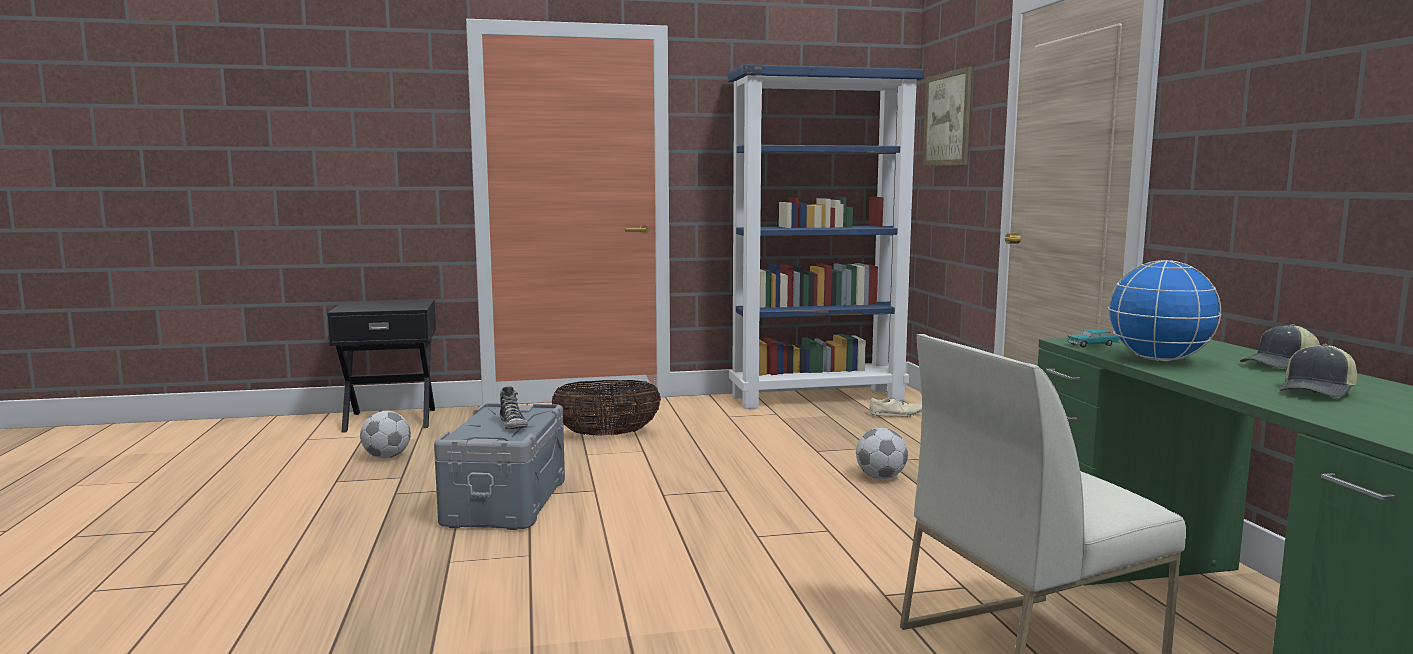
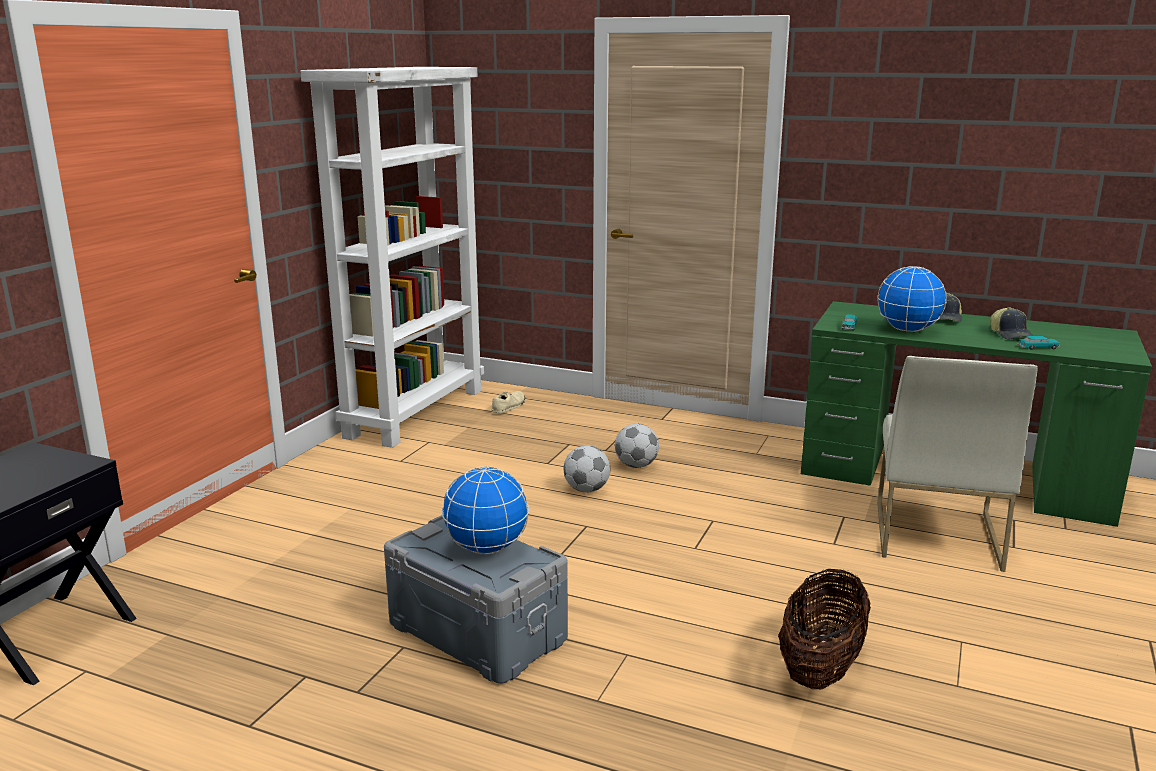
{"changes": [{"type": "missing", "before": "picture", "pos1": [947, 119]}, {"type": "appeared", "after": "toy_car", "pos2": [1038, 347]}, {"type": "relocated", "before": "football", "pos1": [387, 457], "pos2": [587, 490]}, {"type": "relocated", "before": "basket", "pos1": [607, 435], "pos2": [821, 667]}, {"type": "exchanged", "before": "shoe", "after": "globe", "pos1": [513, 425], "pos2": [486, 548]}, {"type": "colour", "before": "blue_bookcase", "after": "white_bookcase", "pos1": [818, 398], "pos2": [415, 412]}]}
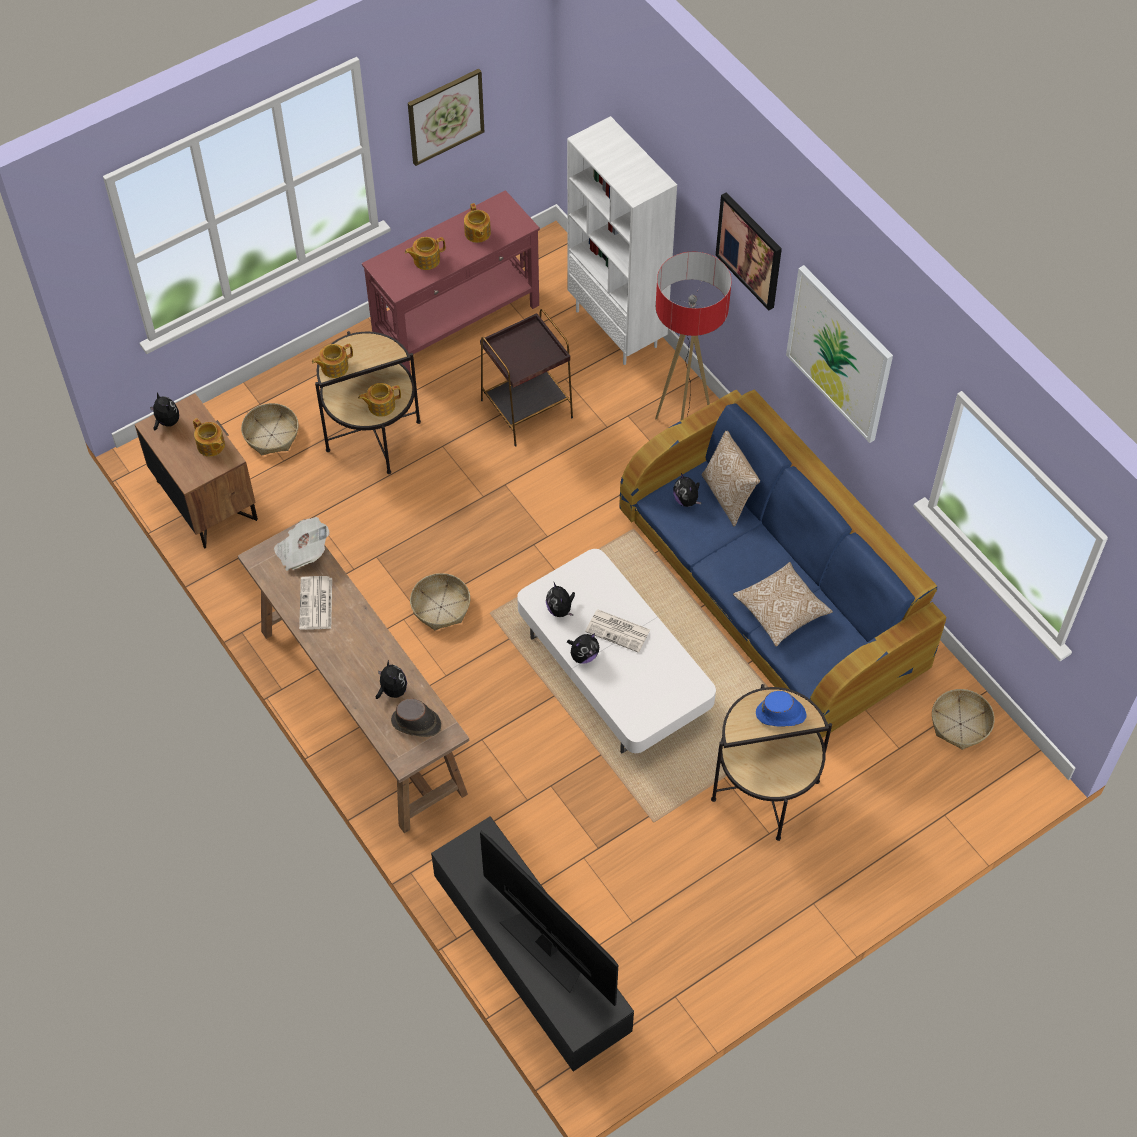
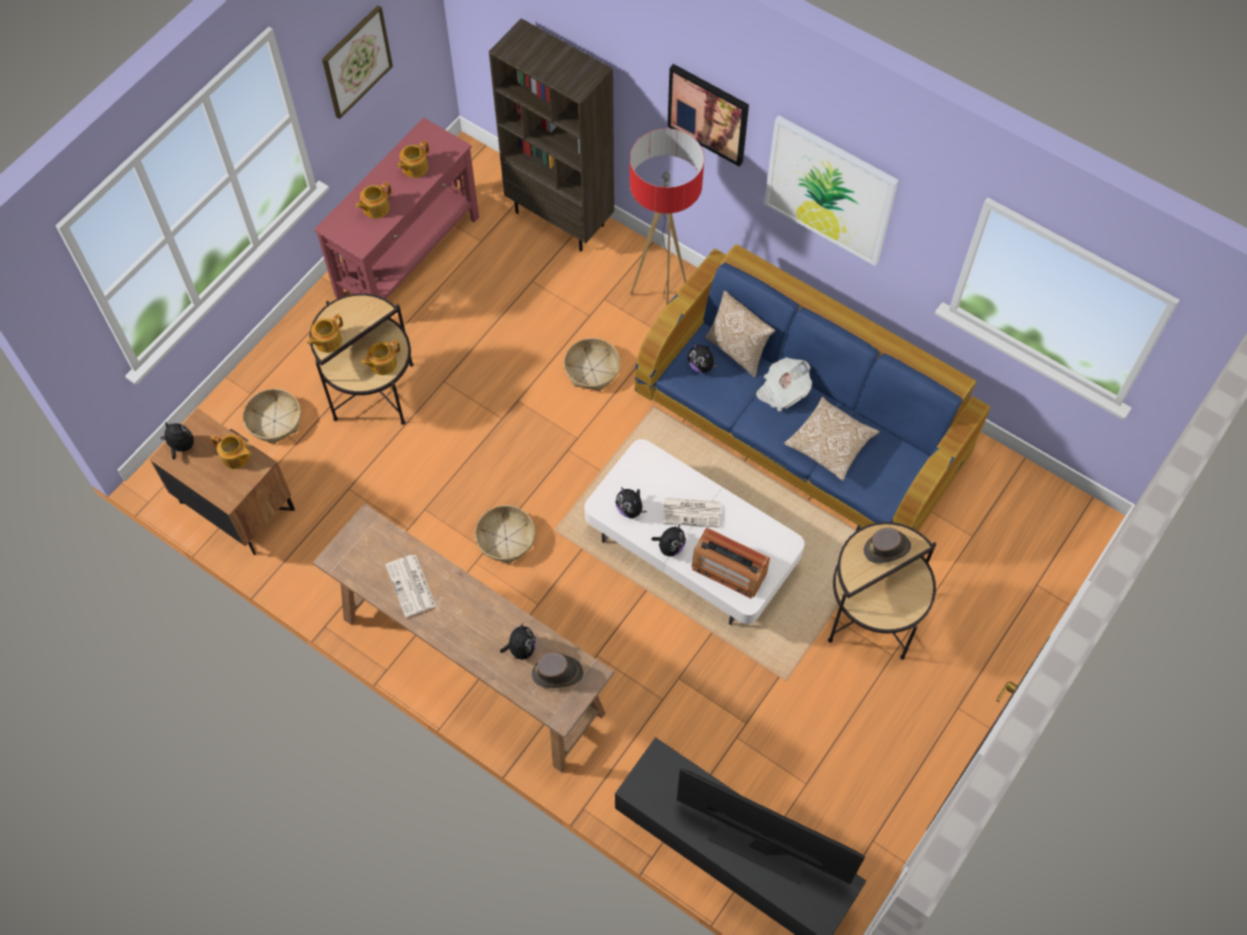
{"changes": [{"type": "missing", "before": "brown_side_table", "pos1": [525, 409]}, {"type": "appeared", "after": "radio", "pos2": [728, 570]}, {"type": "relocated", "before": "newspaper", "pos1": [302, 552], "pos2": [782, 390]}, {"type": "relocated", "before": "basket", "pos1": [960, 723], "pos2": [592, 369]}, {"type": "colour", "before": "white_bookcase", "after": "brown_bookcase", "pos1": [617, 328], "pos2": [561, 218]}, {"type": "colour", "before": "blue_hat", "after": "brown_hat", "pos1": [781, 714], "pos2": [887, 548]}, {"type": "spun", "before": "plush_toy", "pos1": [392, 690], "pos2": [521, 648], "turn": 45}, {"type": "spun", "before": "teapot", "pos1": [477, 233], "pos2": [414, 167], "turn": 75}]}
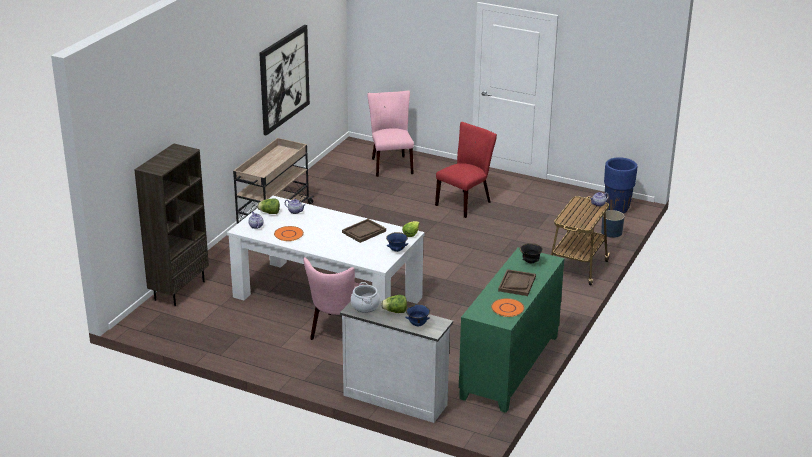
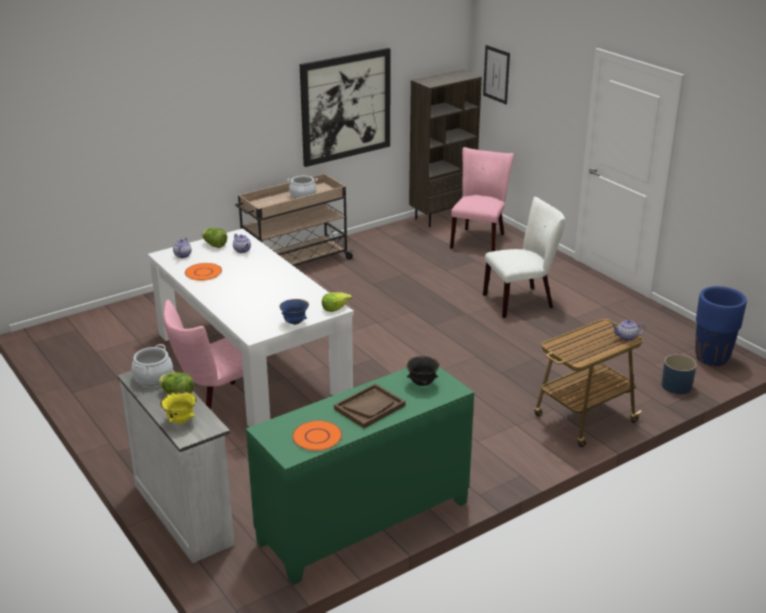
{"changes": [{"type": "missing", "before": "brown_tray", "pos1": [364, 232]}, {"type": "appeared", "after": "cooking_pot", "pos2": [303, 195]}, {"type": "appeared", "after": "picture", "pos2": [496, 74]}, {"type": "relocated", "before": "brown_bookcase", "pos1": [179, 290], "pos2": [442, 216]}, {"type": "colour", "before": "blue_bowl", "after": "yellow_bowl", "pos1": [417, 324], "pos2": [180, 420]}, {"type": "colour", "before": "red_chair", "after": "white_chair", "pos1": [466, 202], "pos2": [522, 301]}]}
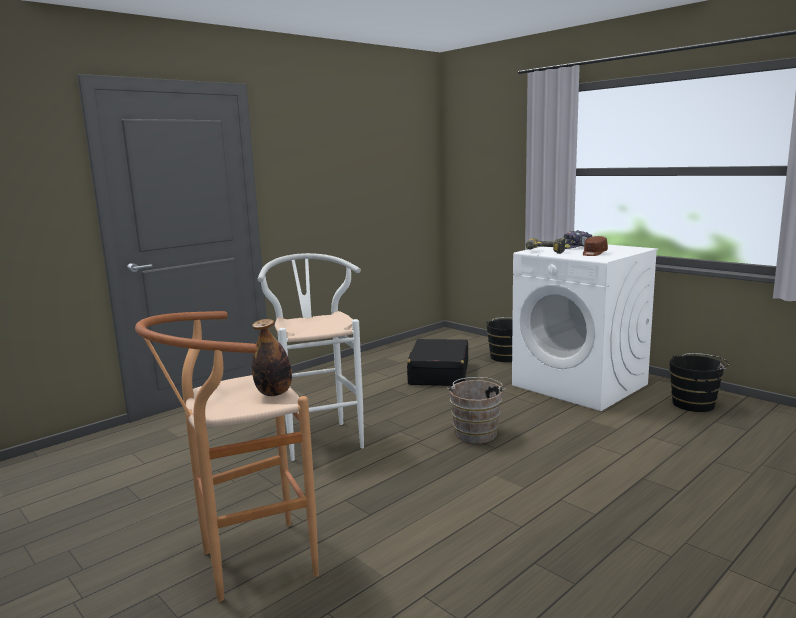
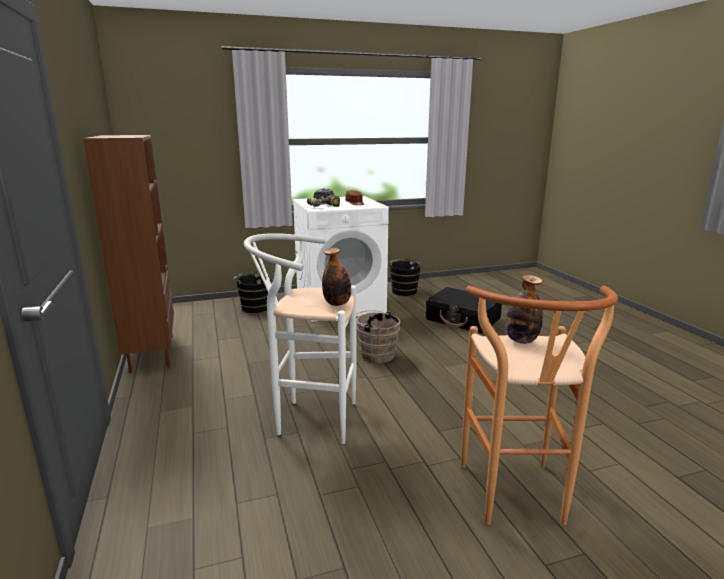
{"changes": [{"type": "appeared", "after": "brown_bookcase", "pos2": [151, 353]}, {"type": "appeared", "after": "bottle", "pos2": [337, 303]}, {"type": "relocated", "before": "black_suitcase", "pos1": [439, 373], "pos2": [463, 319]}]}
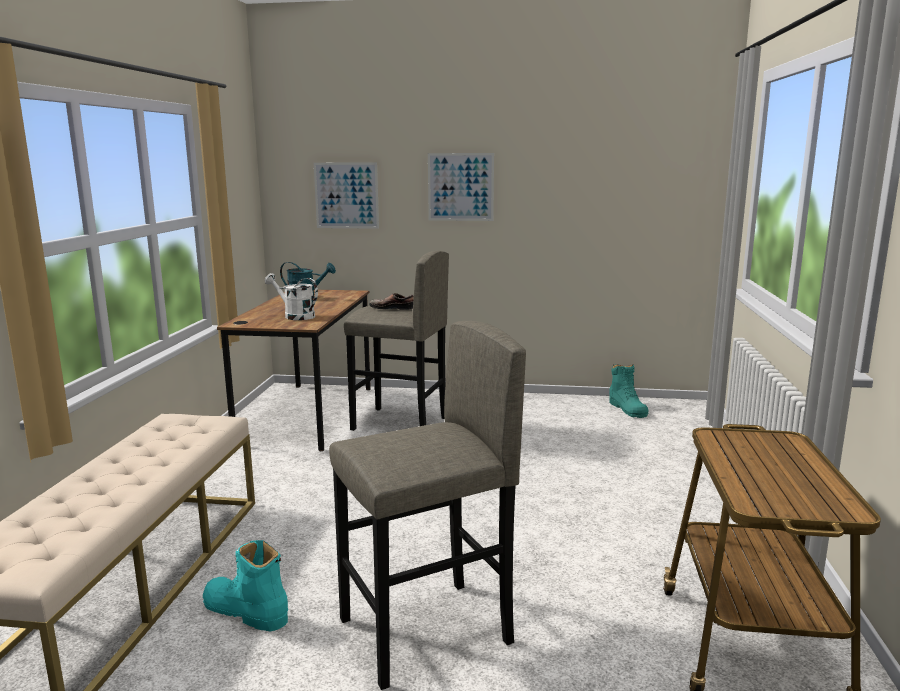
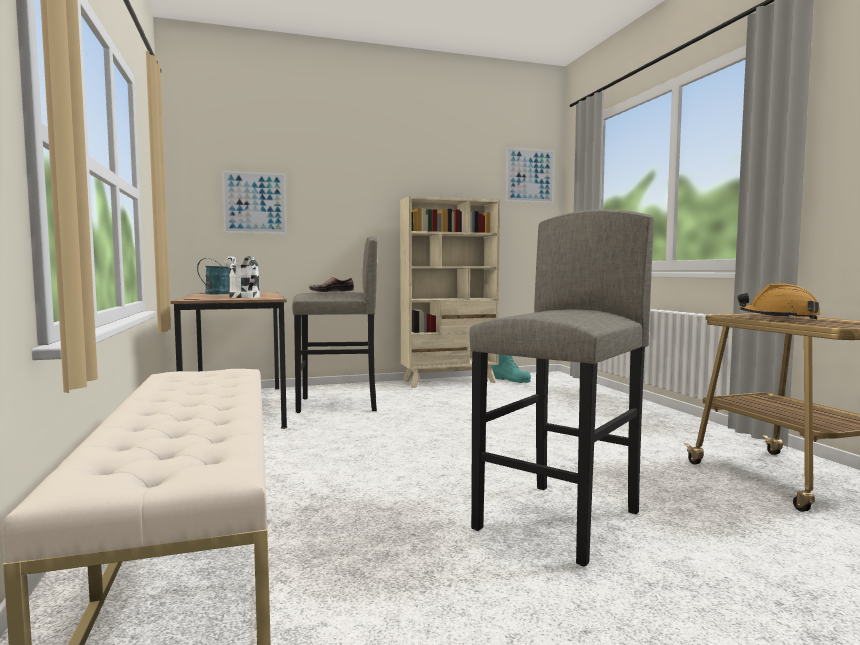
{"changes": [{"type": "missing", "before": "turquoise_boot", "pos1": [245, 611]}, {"type": "appeared", "after": "beige_bookcase", "pos2": [450, 382]}, {"type": "appeared", "after": "orange_hard_hat", "pos2": [779, 318]}, {"type": "relocated", "before": "picture", "pos1": [460, 187], "pos2": [530, 175]}, {"type": "spun", "before": "white_watering_can", "pos1": [295, 316], "pos2": [242, 297], "turn": 45}]}
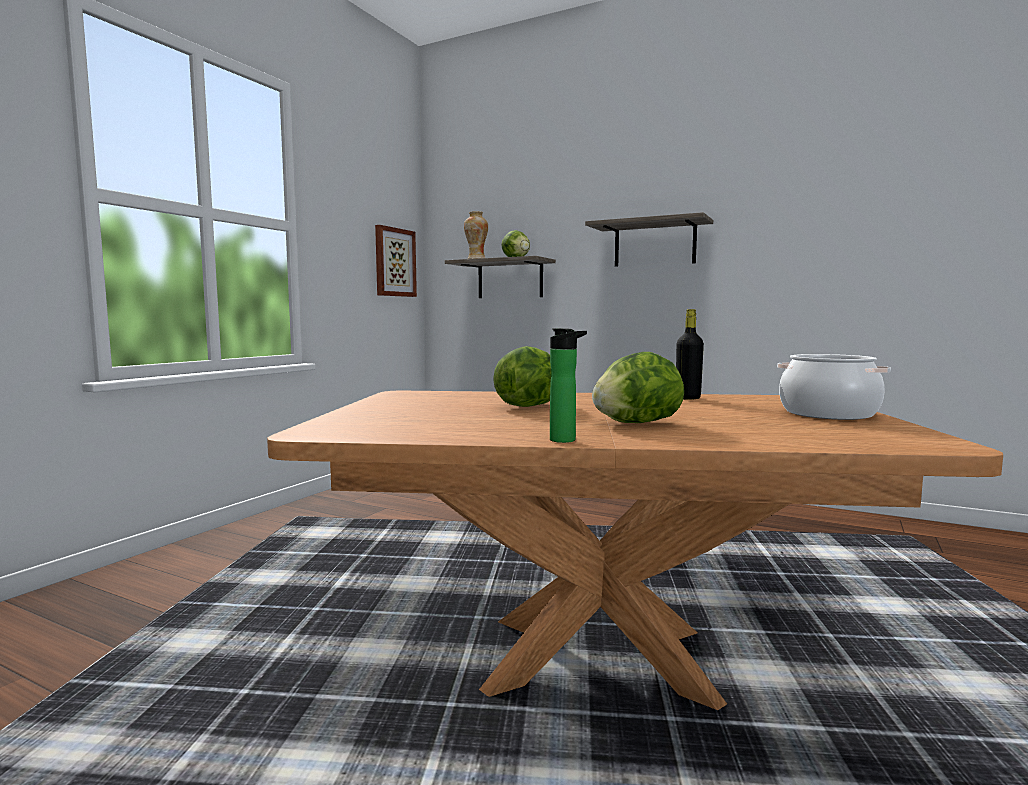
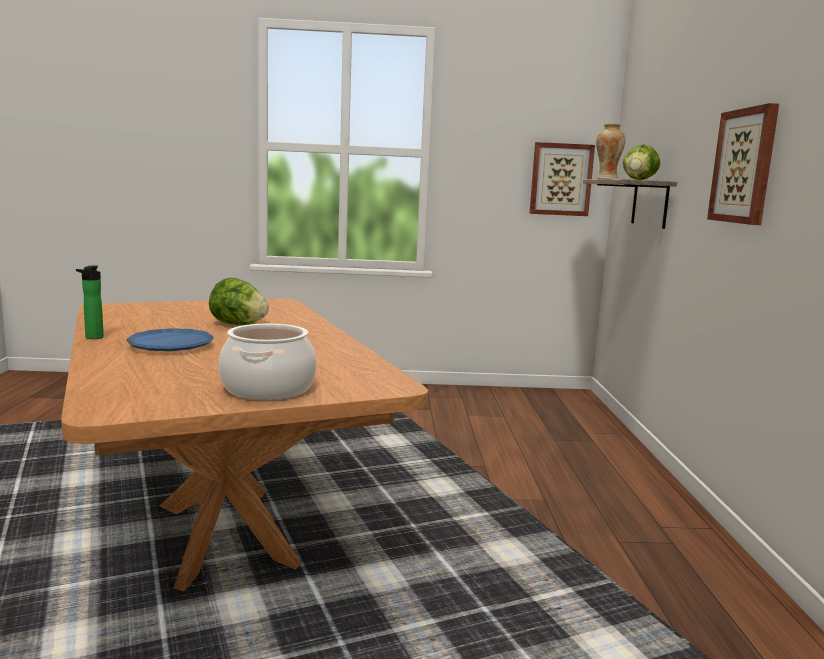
{"changes": [{"type": "missing", "before": "black_bottle", "pos1": [688, 398]}, {"type": "exchanged", "before": "shelf", "after": "picture", "pos1": [654, 244], "pos2": [744, 166]}, {"type": "exchanged", "before": "lettuce", "after": "blue_plate", "pos1": [636, 423], "pos2": [171, 346]}]}
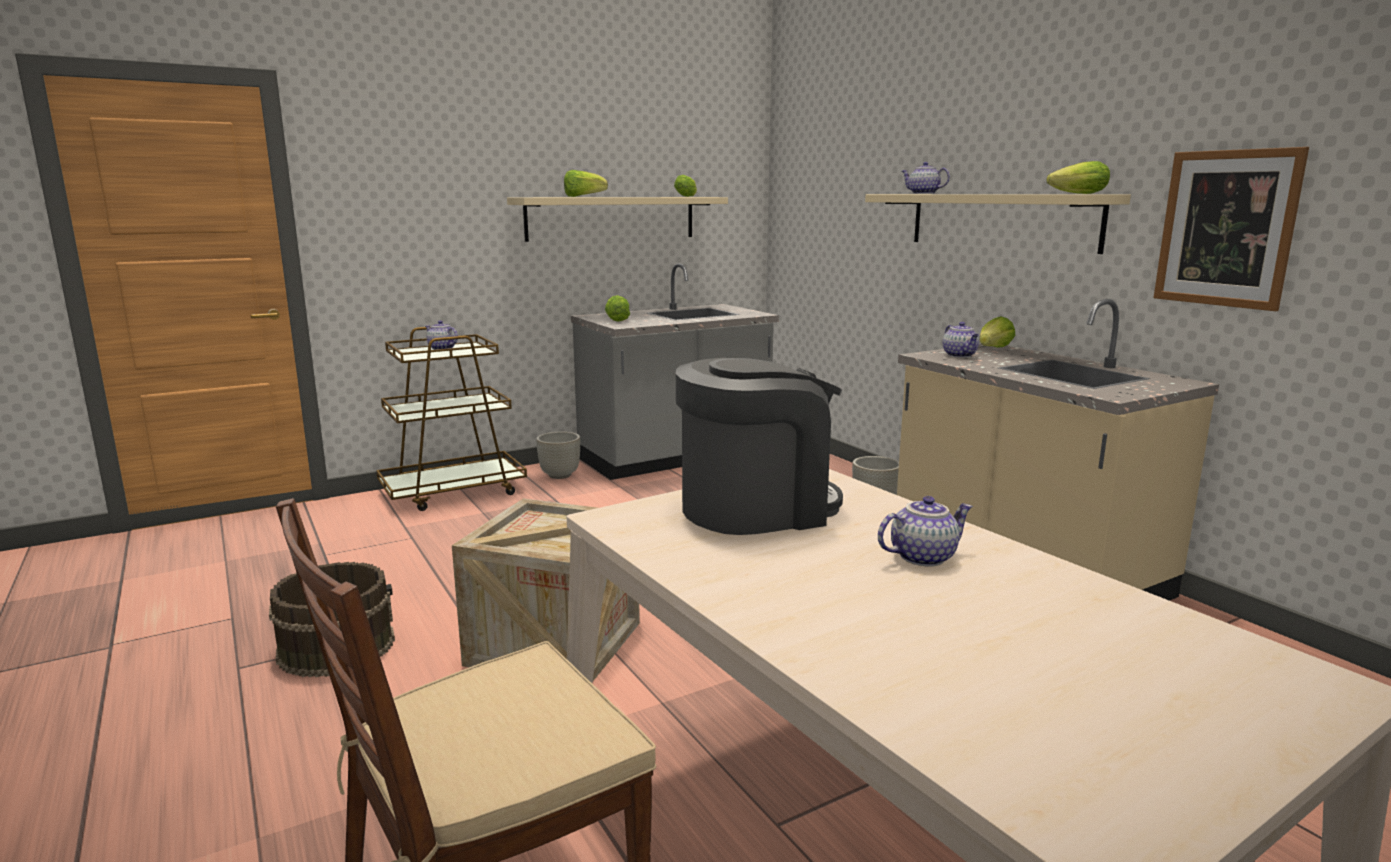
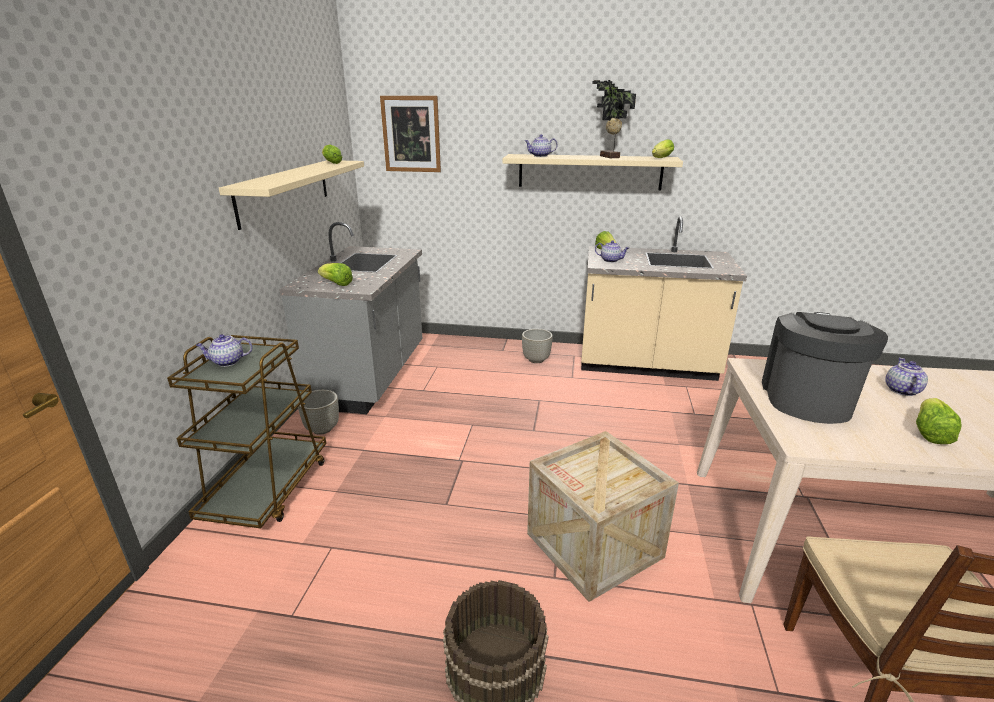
{"changes": [{"type": "appeared", "after": "potted_plant", "pos2": [608, 157]}, {"type": "relocated", "before": "lettuce", "pos1": [583, 196], "pos2": [929, 433]}, {"type": "relocated", "before": "picture", "pos1": [1226, 228], "pos2": [411, 134]}]}
